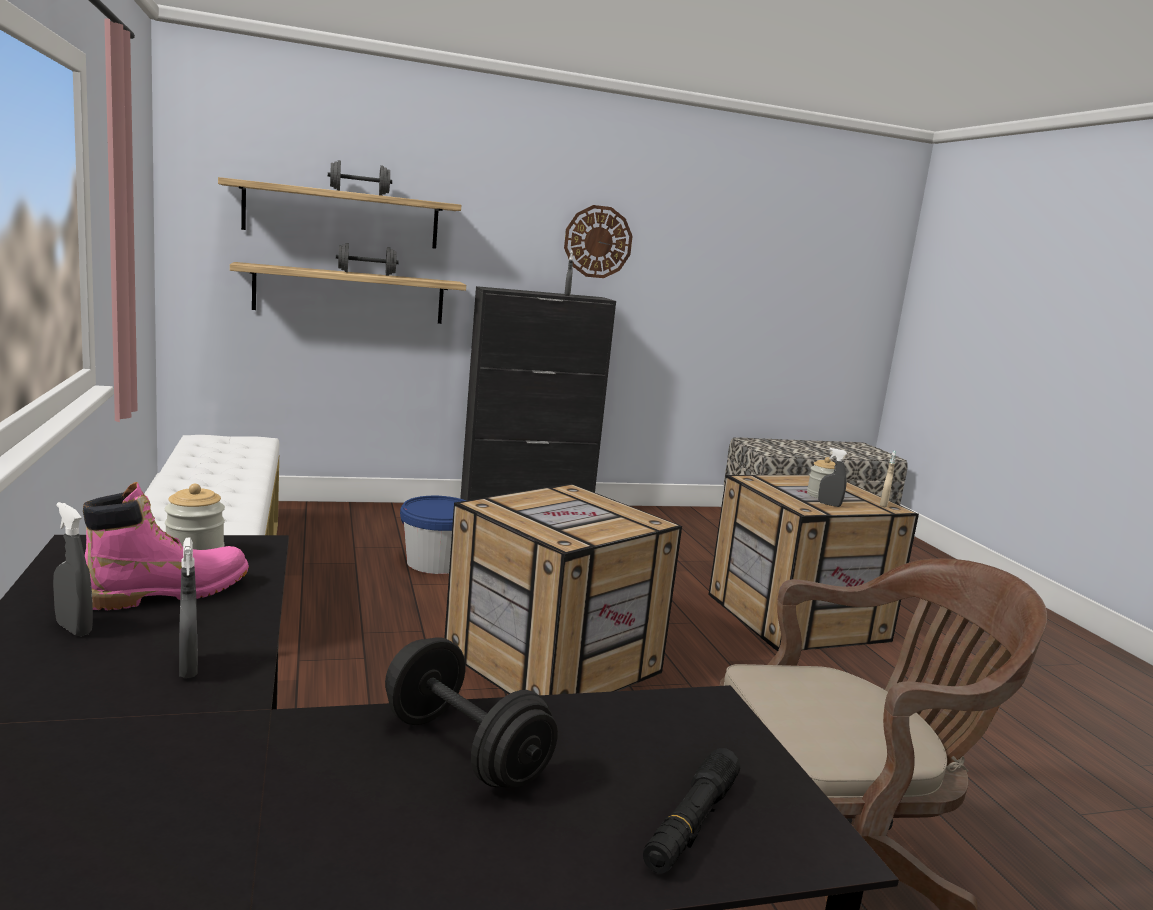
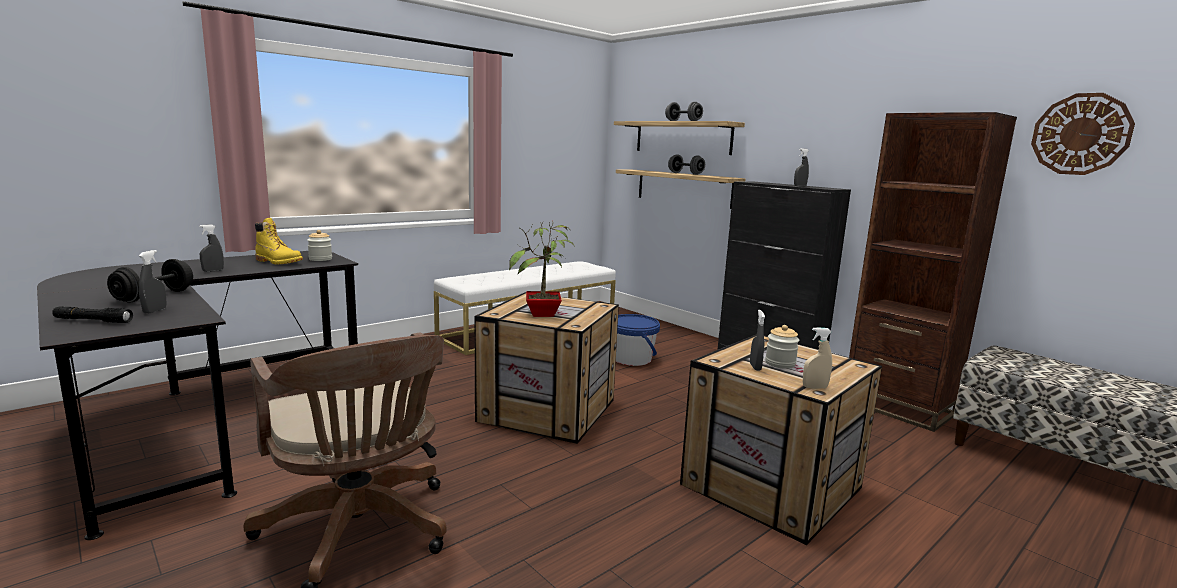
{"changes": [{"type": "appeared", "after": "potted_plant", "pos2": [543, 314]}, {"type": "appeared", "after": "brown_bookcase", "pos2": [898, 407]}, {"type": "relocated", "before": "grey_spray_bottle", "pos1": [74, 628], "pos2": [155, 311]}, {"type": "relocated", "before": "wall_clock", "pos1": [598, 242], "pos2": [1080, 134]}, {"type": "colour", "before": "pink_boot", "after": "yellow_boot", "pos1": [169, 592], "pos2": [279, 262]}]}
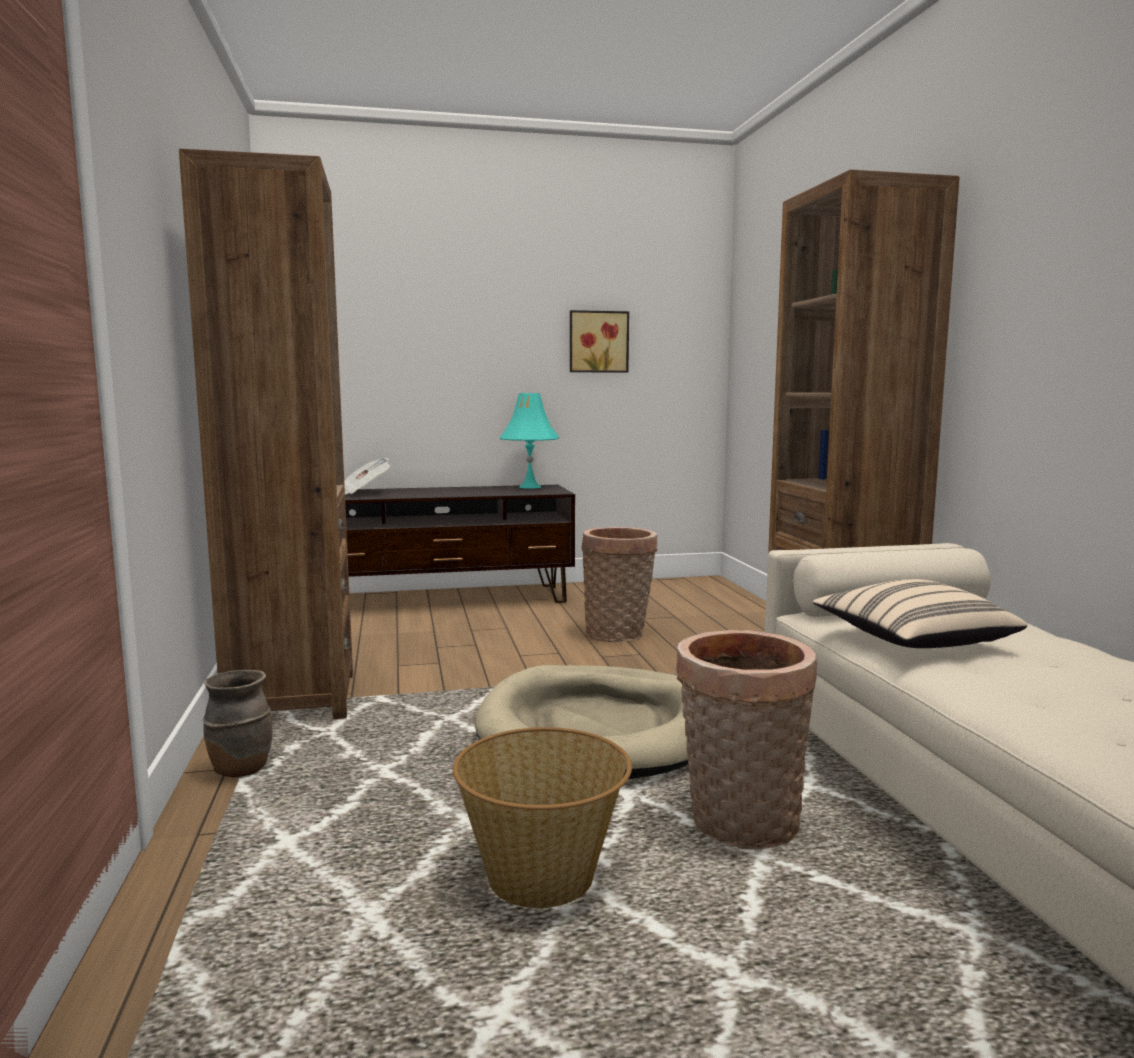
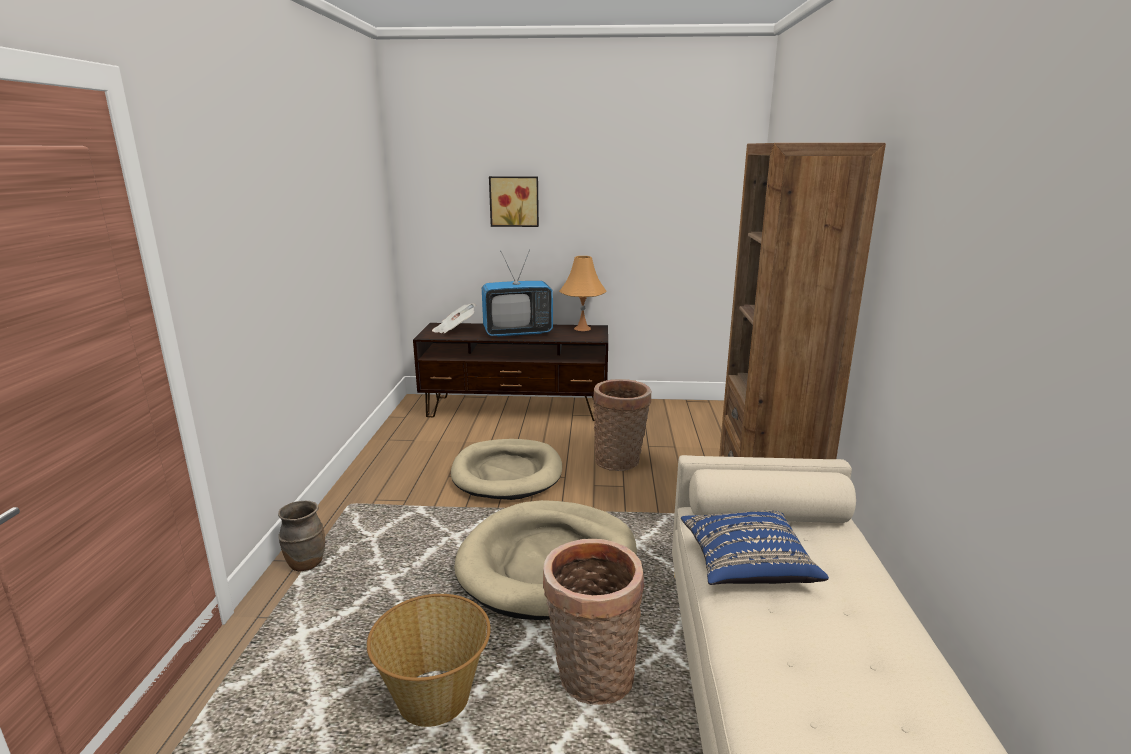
{"changes": [{"type": "missing", "before": "brown_bookcase", "pos1": [292, 699]}, {"type": "appeared", "after": "beige_dog_bed", "pos2": [507, 473]}, {"type": "appeared", "after": "television", "pos2": [517, 333]}, {"type": "relocated", "before": "picture", "pos1": [598, 342], "pos2": [514, 201]}, {"type": "colour", "before": "turquoise_table_lamp", "after": "orange_table_lamp", "pos1": [530, 487], "pos2": [582, 328]}, {"type": "colour", "before": "beige_pillow", "after": "blue_pillow", "pos1": [912, 642], "pos2": [746, 566]}]}
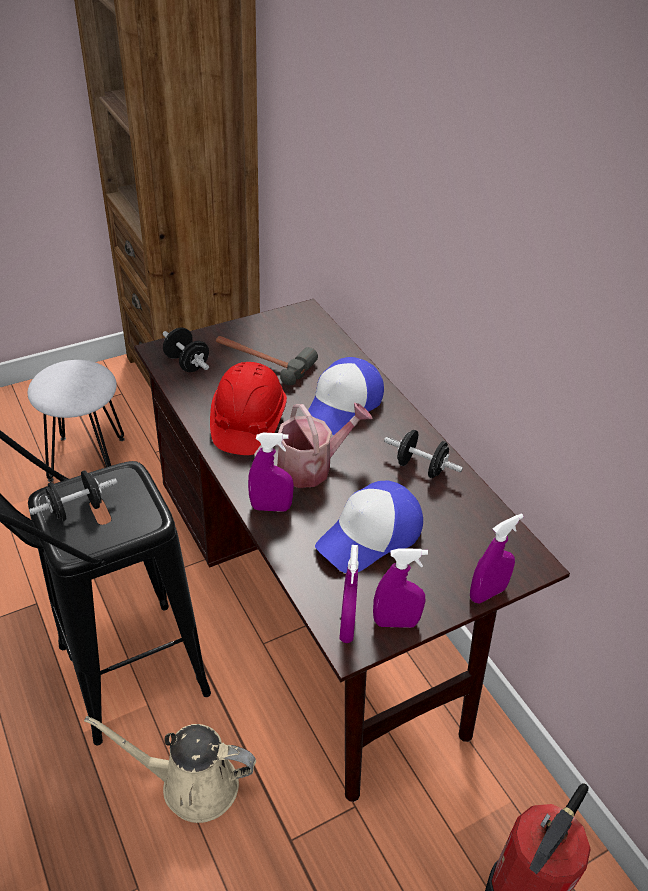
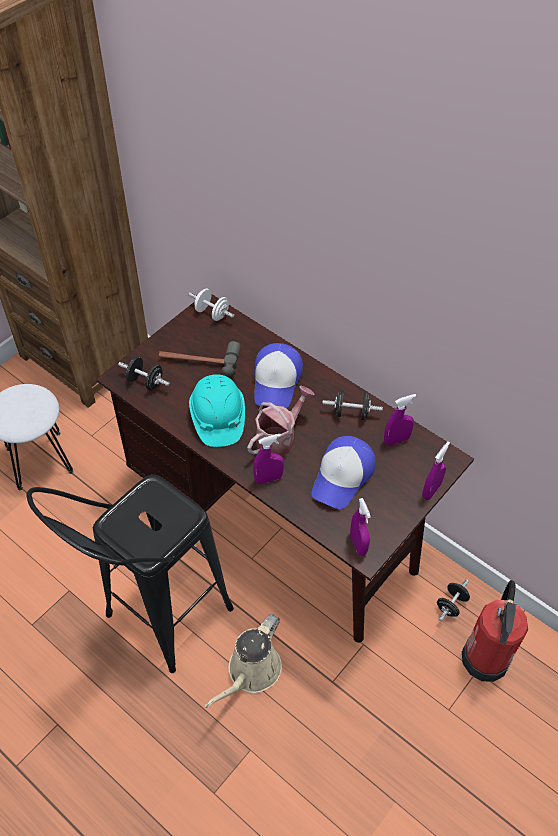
{"changes": [{"type": "appeared", "after": "white_dumbbell", "pos2": [212, 313]}, {"type": "relocated", "before": "black_dumbbell", "pos1": [77, 509], "pos2": [451, 605]}, {"type": "relocated", "before": "purple_spray_bottle", "pos1": [395, 622], "pos2": [396, 440]}, {"type": "colour", "before": "red_hard_hat", "after": "turquoise_hard_hat", "pos1": [247, 423], "pos2": [217, 418]}, {"type": "spun", "before": "beige_watering_can", "pos1": [191, 784], "pos2": [251, 672], "turn": -45}]}
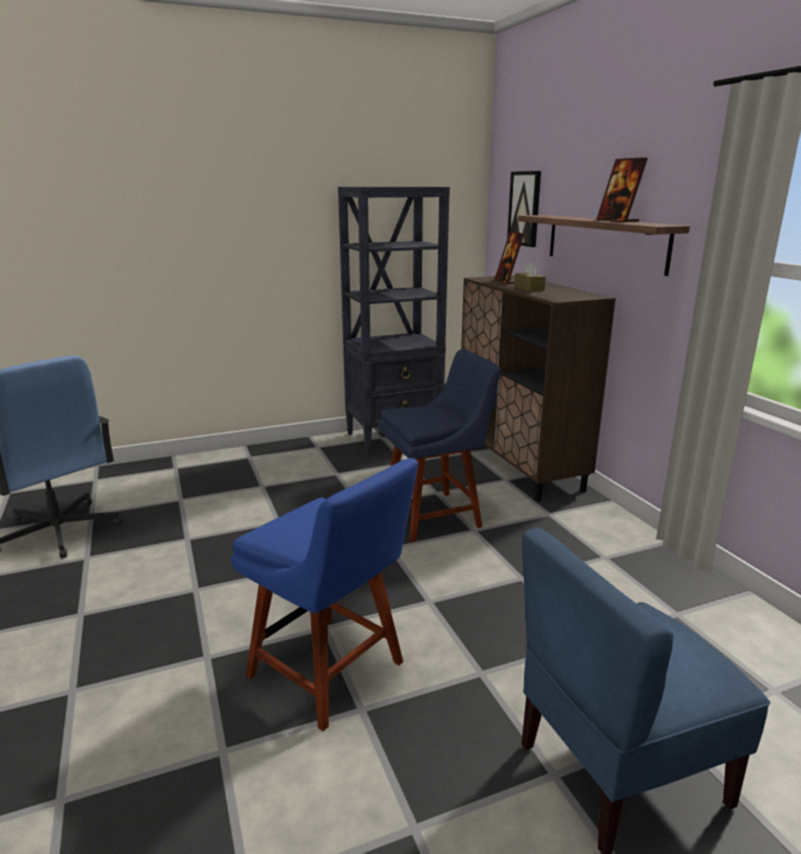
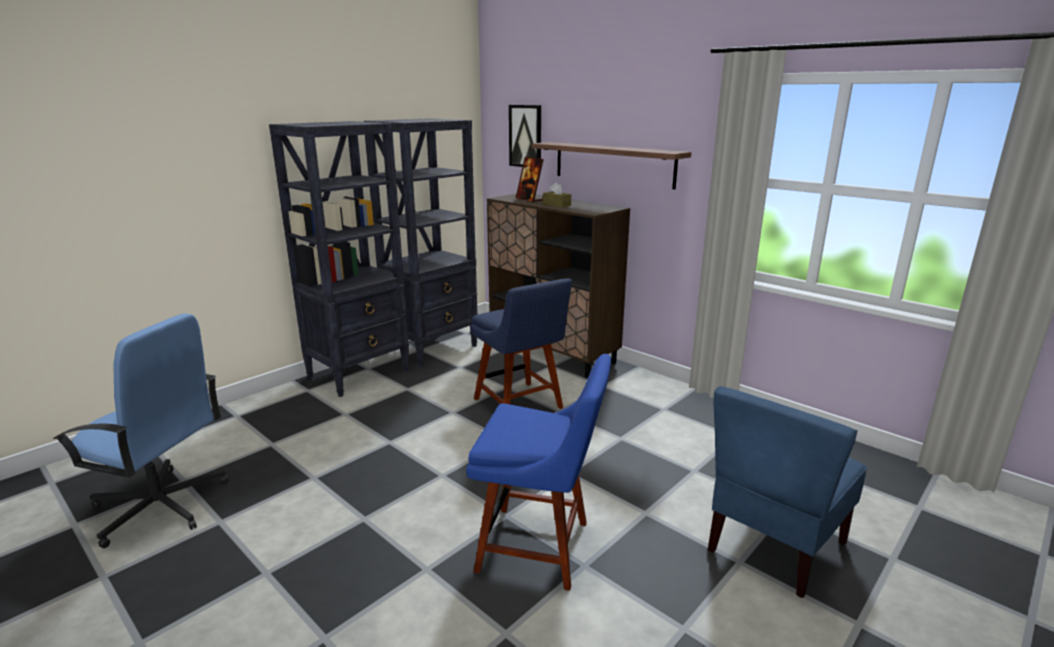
{"changes": [{"type": "missing", "before": "picture_frame", "pos1": [617, 221]}, {"type": "appeared", "after": "black_bookcase", "pos2": [359, 373]}, {"type": "spun", "before": "blue_chair", "pos1": [436, 515], "pos2": [520, 405], "turn": 105}]}
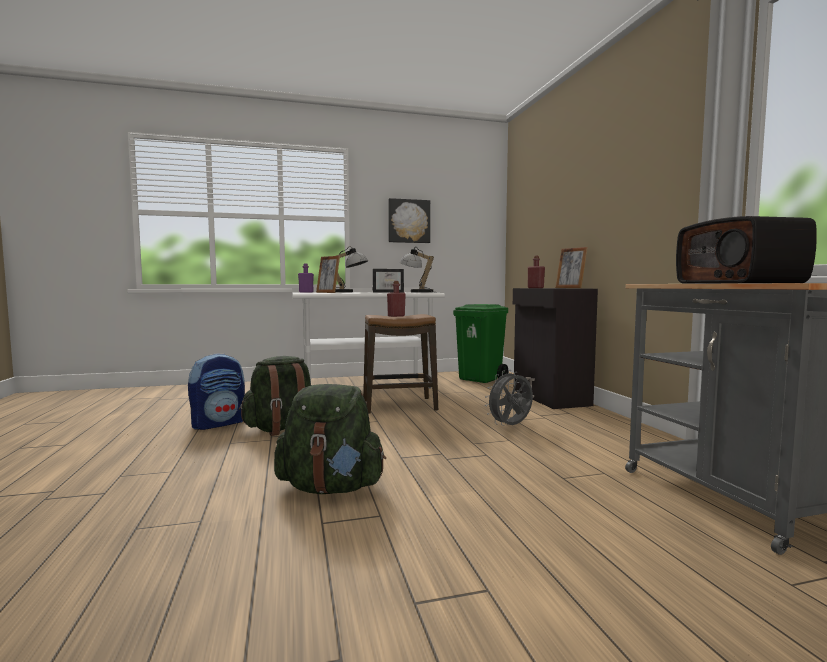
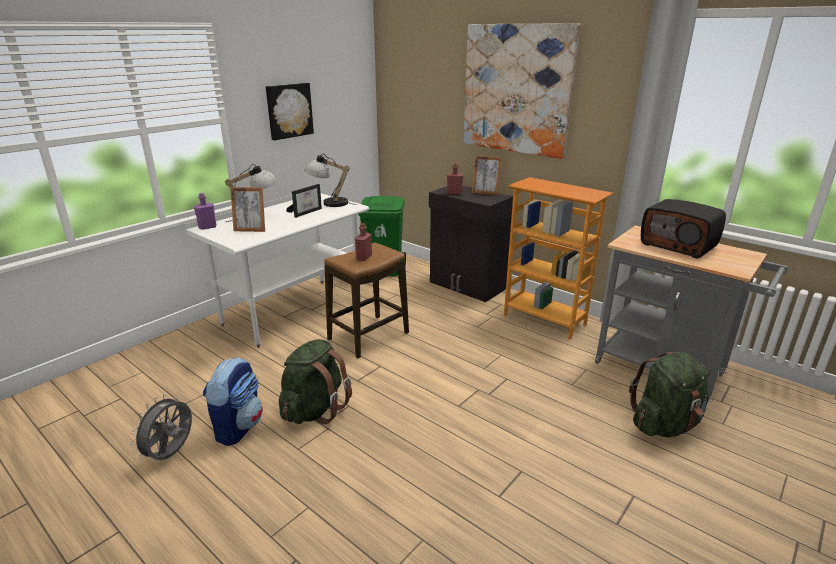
{"changes": [{"type": "appeared", "after": "picture", "pos2": [516, 90]}, {"type": "appeared", "after": "bookcase", "pos2": [545, 319]}, {"type": "relocated", "before": "green_backpack", "pos1": [331, 487], "pos2": [664, 424]}, {"type": "relocated", "before": "grey_fan", "pos1": [510, 426], "pos2": [171, 454]}]}
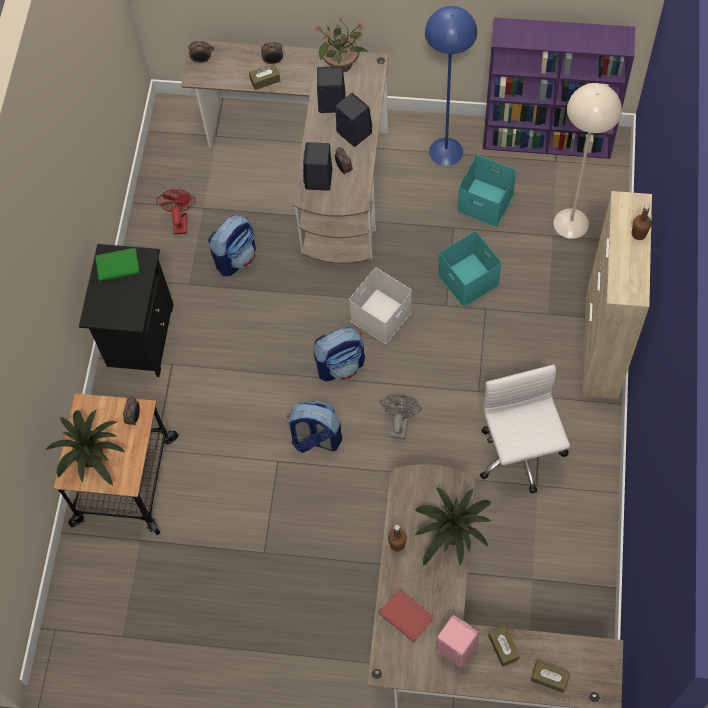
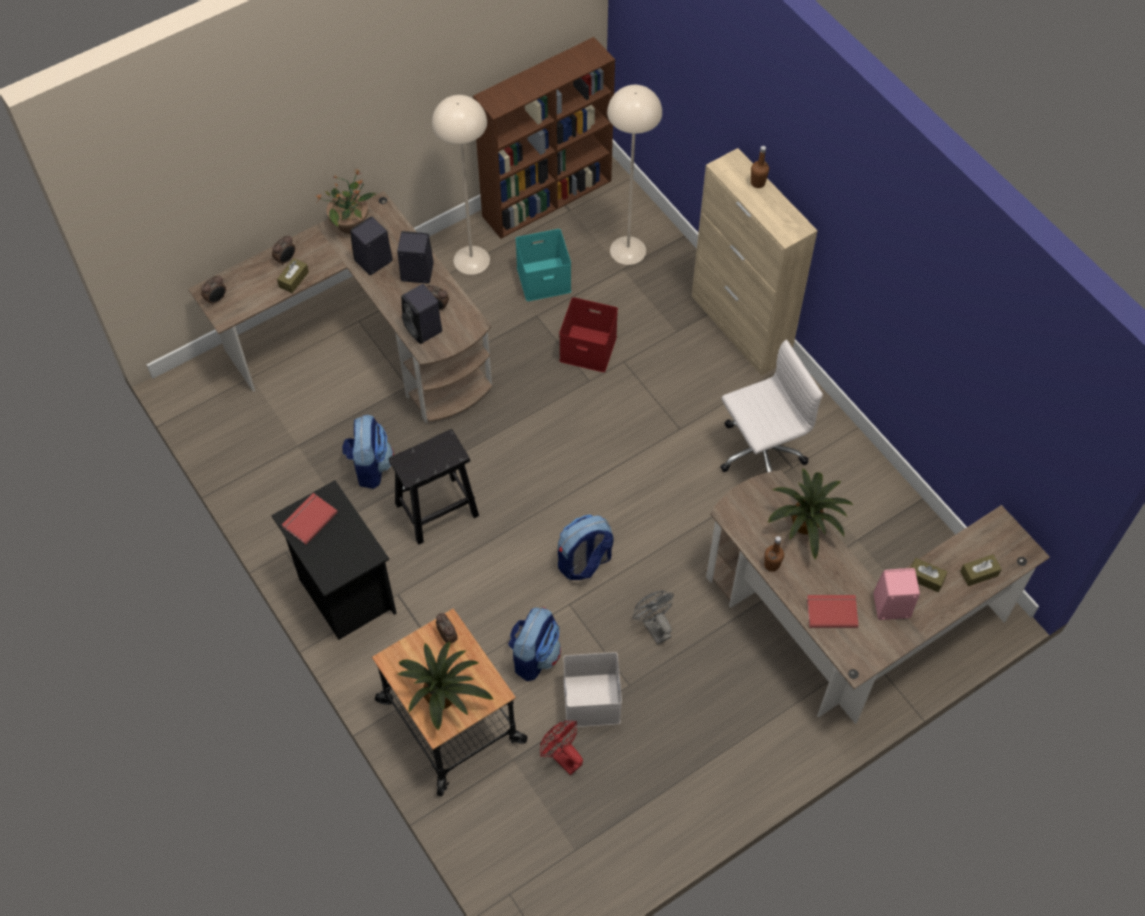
{"changes": [{"type": "appeared", "after": "black_stool", "pos2": [436, 510]}, {"type": "relocated", "before": "red_fan", "pos1": [180, 221], "pos2": [562, 757]}, {"type": "relocated", "before": "backpack", "pos1": [341, 365], "pos2": [534, 655]}, {"type": "relocated", "before": "white_storage_box", "pos1": [381, 315], "pos2": [590, 699]}, {"type": "relocated", "before": "grey_fan", "pos1": [399, 423], "pos2": [654, 627]}, {"type": "colour", "before": "green_book", "after": "red_book", "pos1": [117, 264], "pos2": [308, 519]}, {"type": "colour", "before": "blue_floor_lamp", "after": "beige_floor_lamp", "pos1": [446, 151], "pos2": [472, 259]}, {"type": "colour", "before": "turquoise_storage_box", "after": "red_storage_box", "pos1": [470, 280], "pos2": [589, 348]}, {"type": "colour", "before": "purple_bookcase", "after": "brown_bookcase", "pos1": [548, 140], "pos2": [548, 197]}, {"type": "spun", "before": "white_office_chair", "pos1": [520, 455], "pos2": [759, 454], "turn": 120}]}
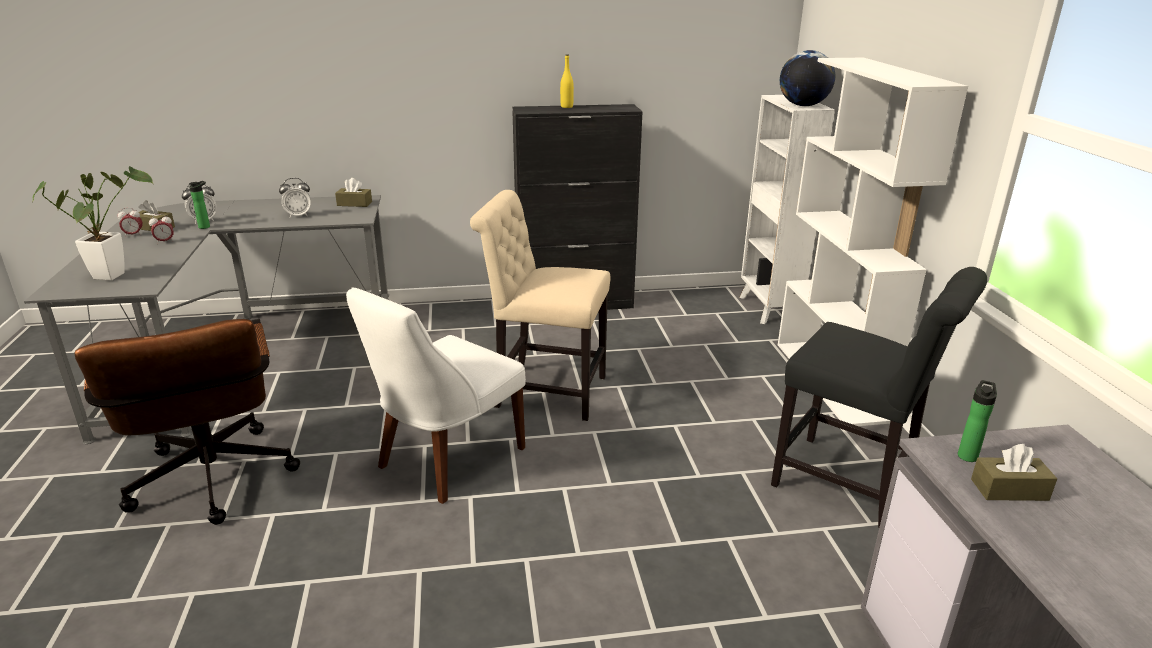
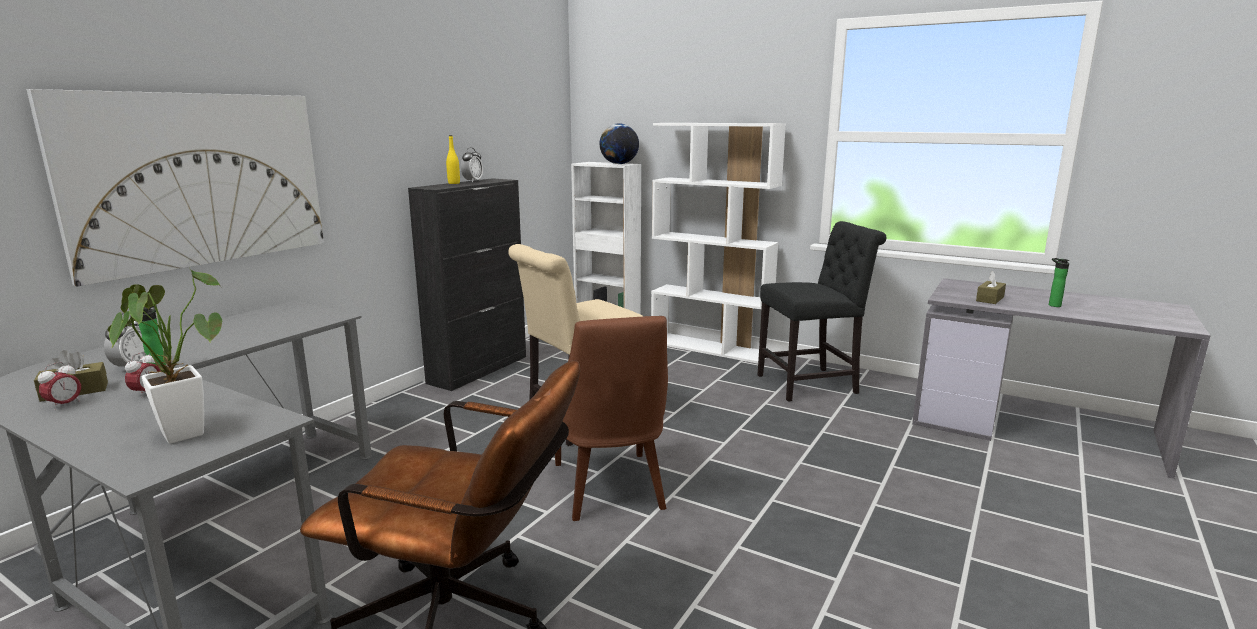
{"changes": [{"type": "missing", "before": "brown_tissue_box", "pos1": [354, 204]}, {"type": "appeared", "after": "picture", "pos2": [199, 179]}, {"type": "relocated", "before": "alarm_clock", "pos1": [298, 215], "pos2": [472, 181]}, {"type": "relocated", "before": "bottle", "pos1": [967, 455], "pos2": [1053, 305]}, {"type": "colour", "before": "white_chair", "after": "brown_chair", "pos1": [446, 460], "pos2": [609, 489]}]}
